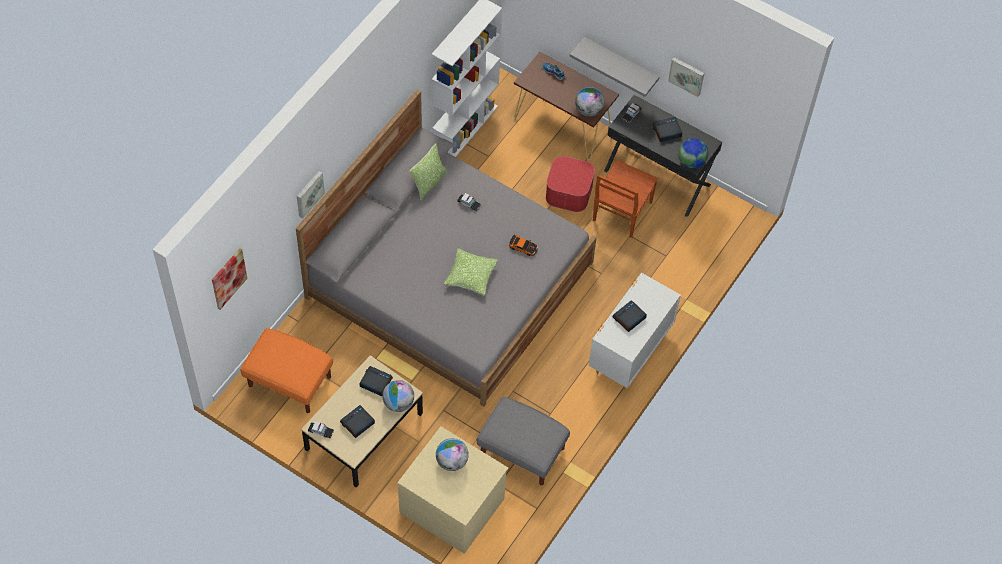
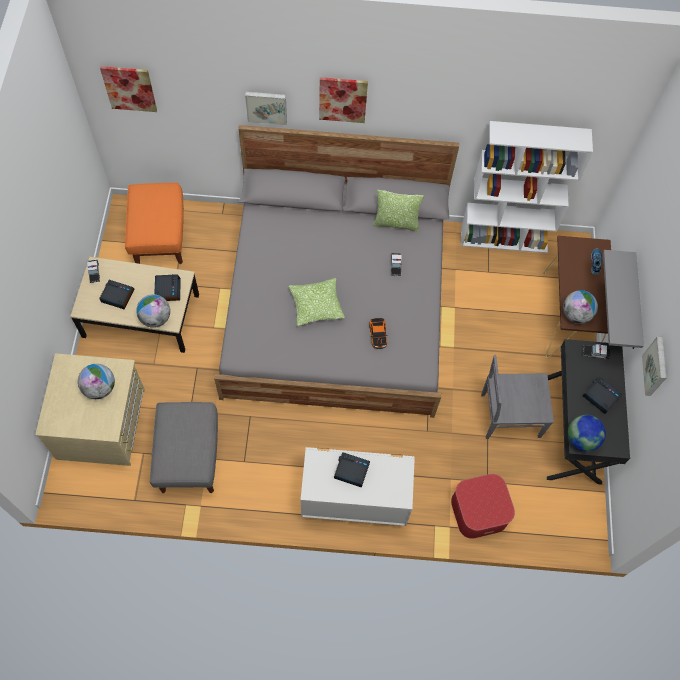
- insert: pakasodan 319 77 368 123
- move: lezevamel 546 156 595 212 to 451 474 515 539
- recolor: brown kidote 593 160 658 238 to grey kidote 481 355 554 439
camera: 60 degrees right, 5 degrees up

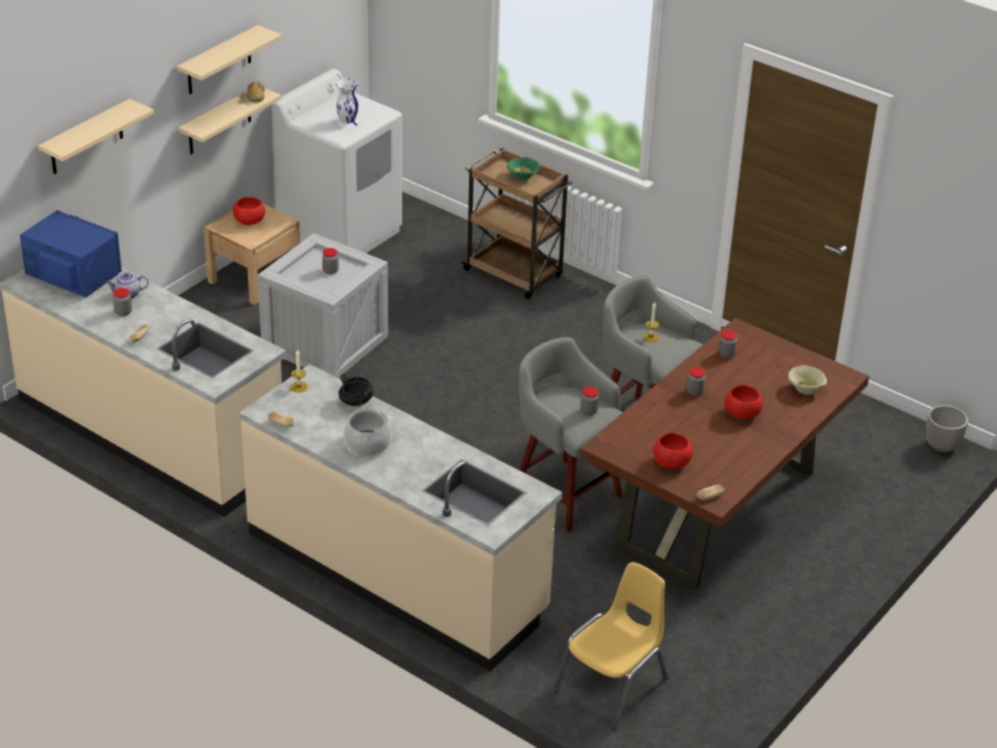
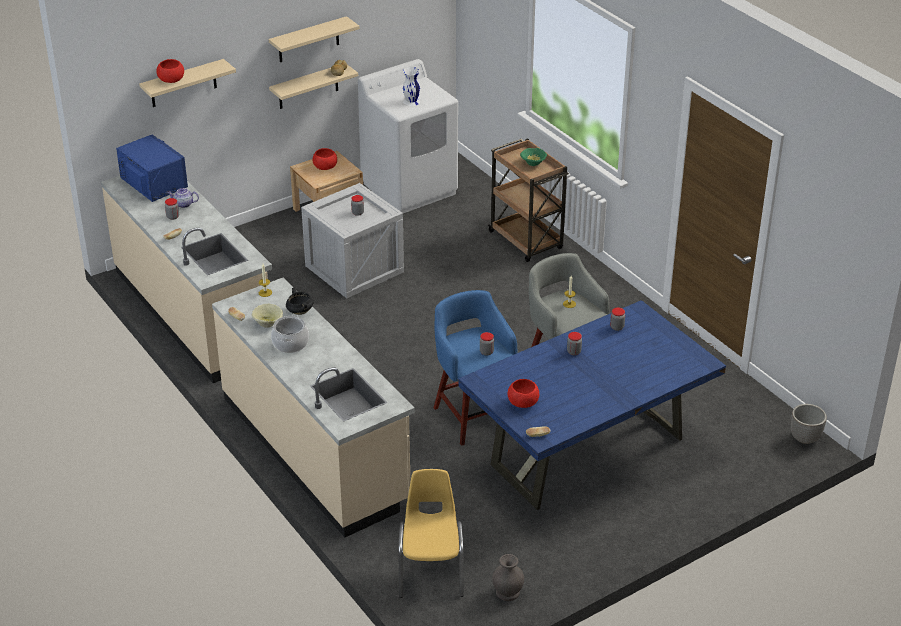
- move: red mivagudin 725 385 763 419 to 156 59 184 83
- move: beige mivagudin 788 366 827 395 to 252 304 283 328
- rotate: yellow kidote 553 562 669 730 = 398 469 464 598 60 degrees counterclockwise
- recolor: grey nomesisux 519 337 623 532 to blue nomesisux 433 290 517 446
- recolor: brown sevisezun 580 318 869 589 to blue sevisezun 458 300 726 510
- insert: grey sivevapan 492 554 524 601
camera: 20 degrees right, 0 degrees up

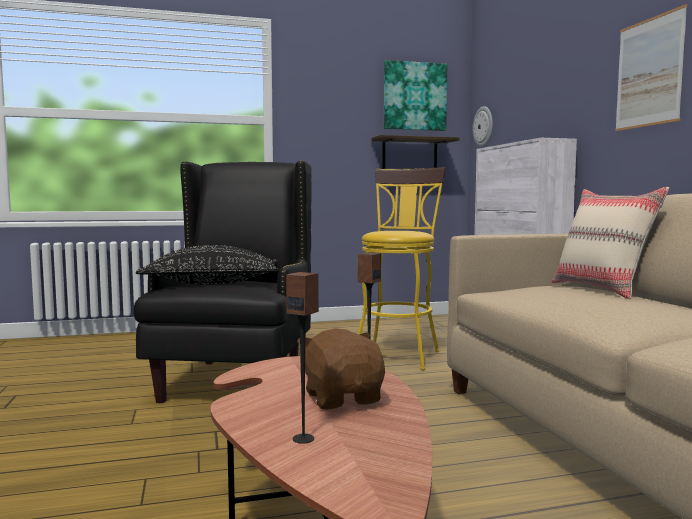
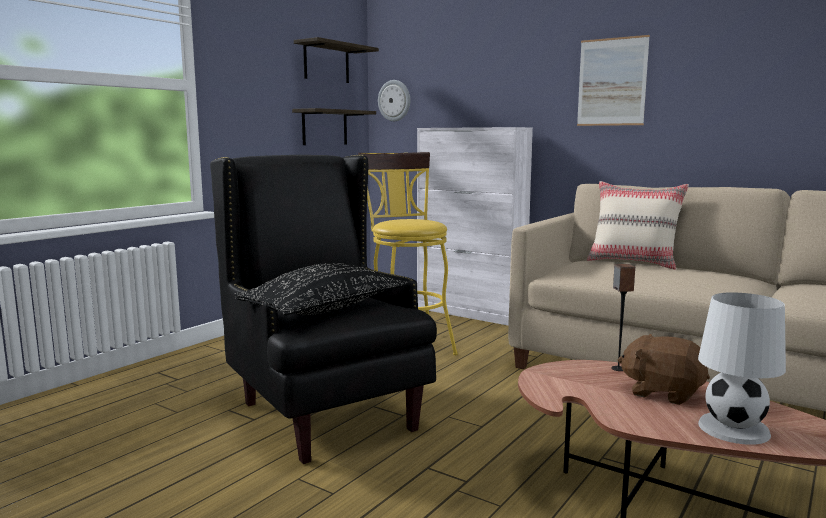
- replace: pakasodan 384 60 447 131 to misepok 294 37 379 83
- replace: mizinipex 286 272 319 444 to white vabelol 698 292 786 445
camera: 40 degrees left, 5 degrees up

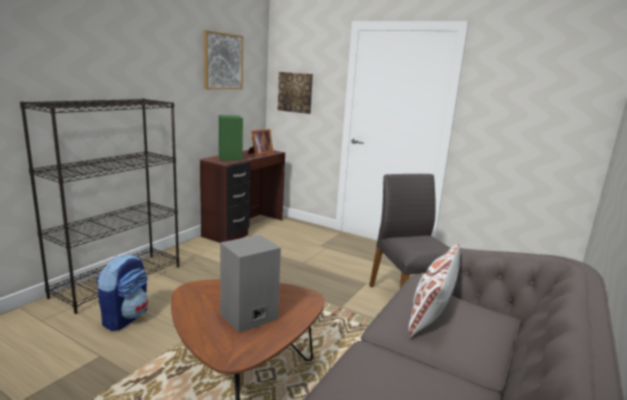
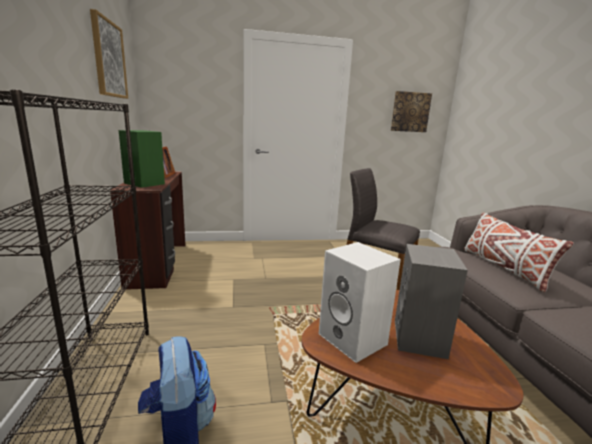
- insert: white mizinipex 319 242 401 363
- move: pakasodan 278 72 313 114 to 391 91 432 132
camera: 40 degrees left, 0 degrees up

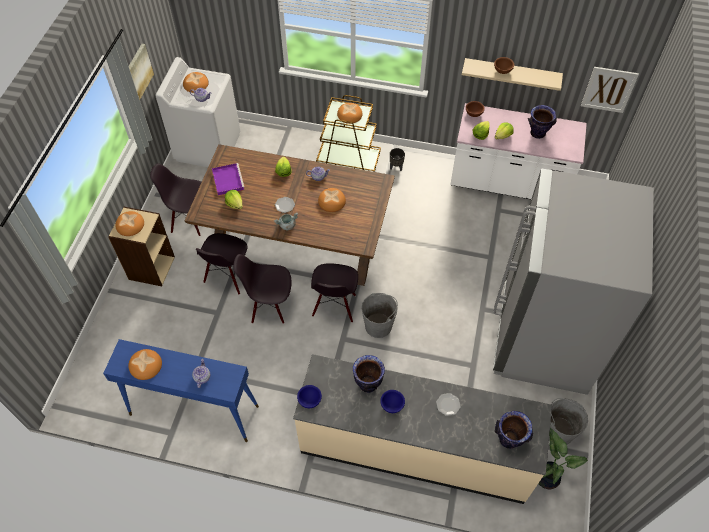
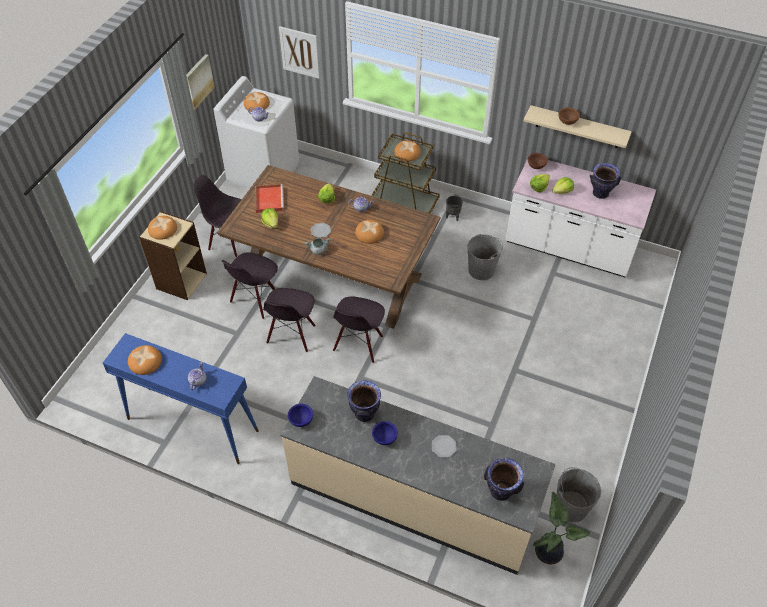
- recolor: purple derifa 212 163 245 196 to red derifa 255 184 284 213
- rotate: black kidote 234 254 291 324 = 263 288 316 352 90 degrees counterclockwise
- move: pakasodan 581 67 639 113 to 279 26 320 79
- move: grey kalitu 361 293 398 338 to 467 234 503 280
- delete: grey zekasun 493 168 654 395
camera: 10 degrees right, 5 degrees down

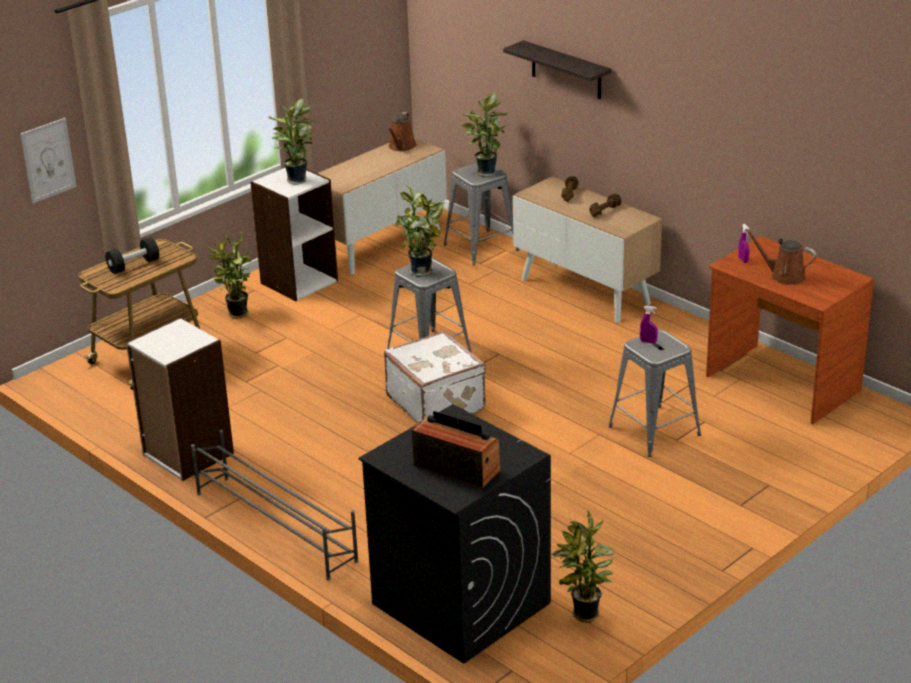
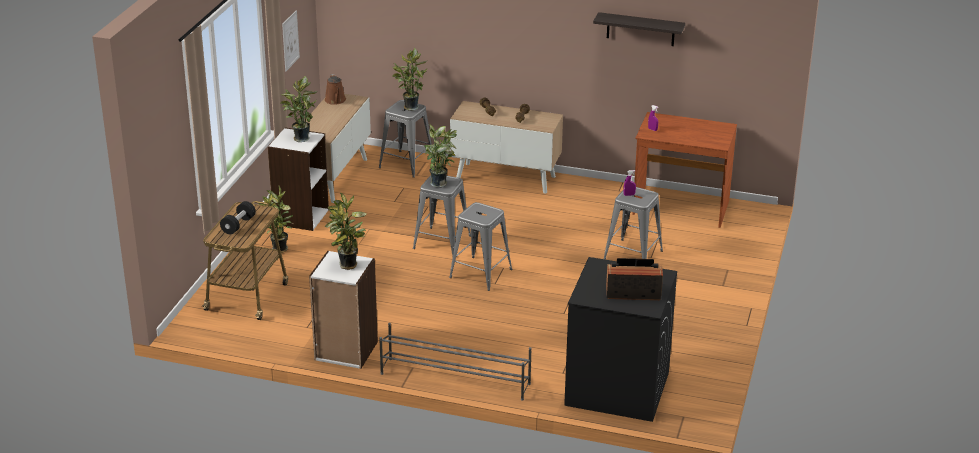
- move: pakasodan 20 118 77 203 to 282 11 300 71
- move: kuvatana 551 510 614 622 to 324 192 367 270
- replace: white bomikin 384 331 486 424 to grey nomesisux 449 202 512 291
- move: misepok 503 40 612 99 to 593 12 685 46
- delete: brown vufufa 745 229 817 285
camera: 30 degrees left, 0 degrees up

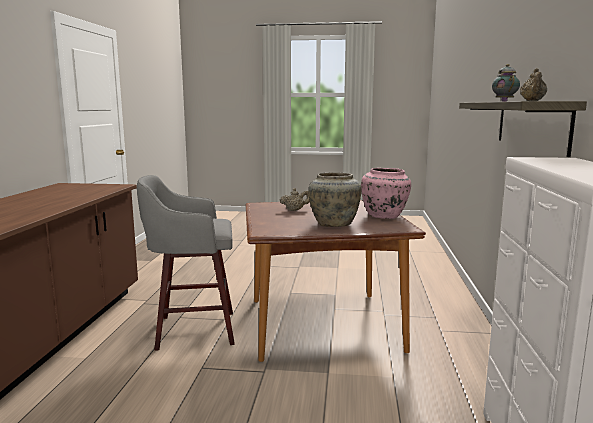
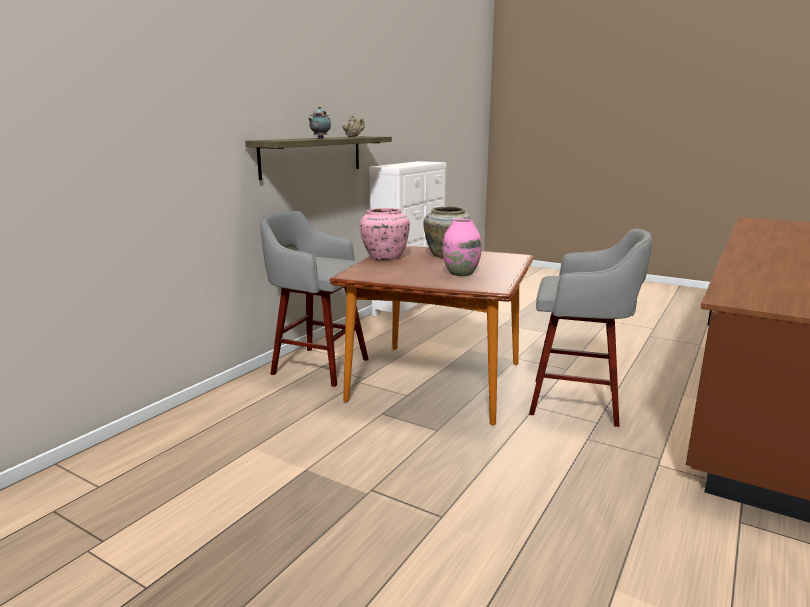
- insert: grey nomesisux 260 211 368 387
- replace: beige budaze 280 188 310 211 to pink sivevapan 443 219 481 276
camera: 155 degrees left, 5 degrees up

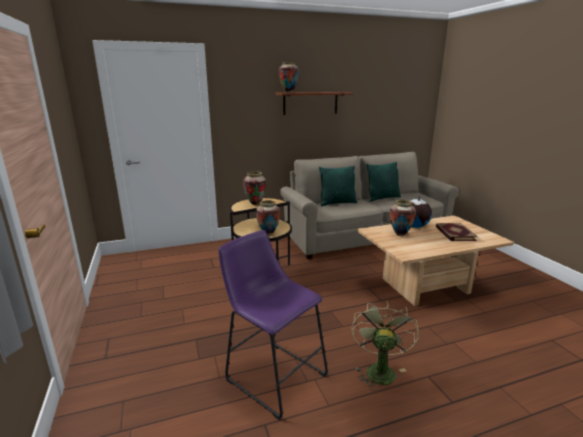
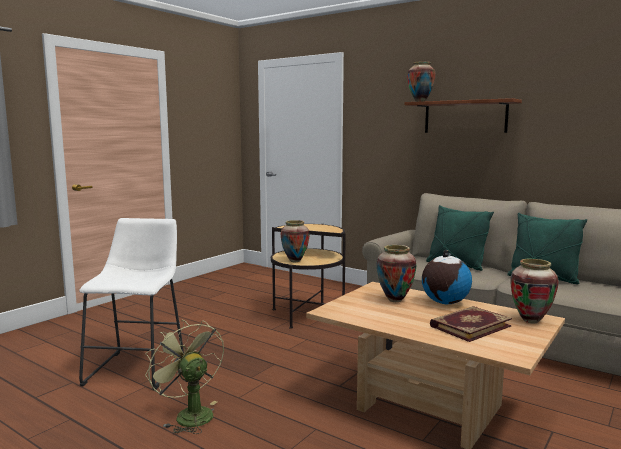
- recolor: purple nomesisux 218 230 328 421 to white nomesisux 79 218 184 390
- rotate: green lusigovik 352 300 419 391 = 145 320 224 434 105 degrees counterclockwise
- move: sivevapan 243 171 266 205 to 510 259 559 323
camera: 55 degrees right, 10 degrees down

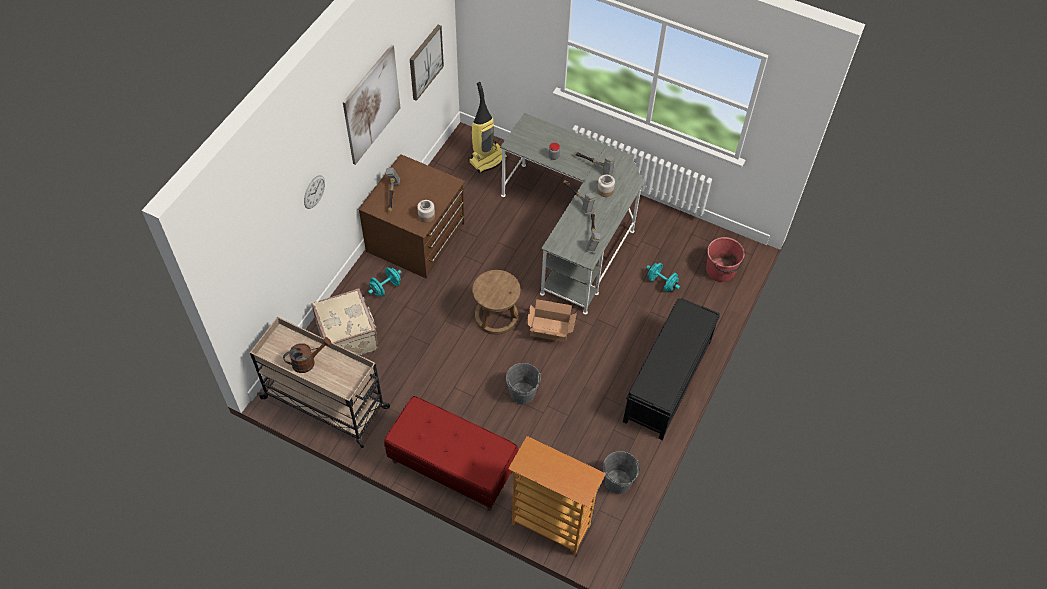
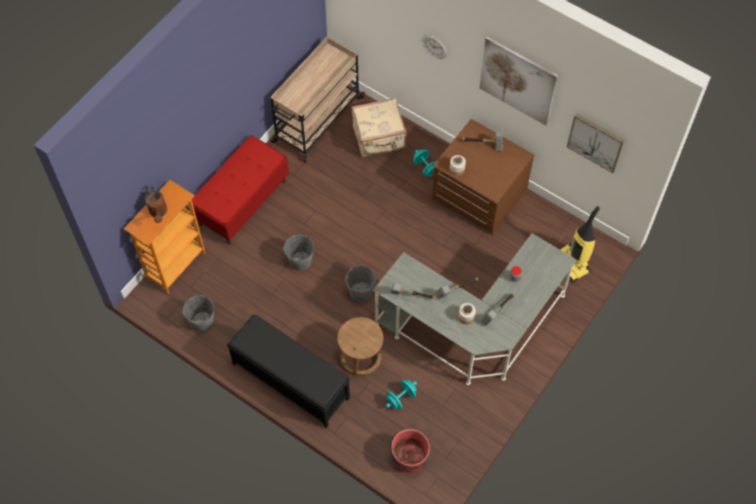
- move: brown vufufa 283 337 331 373 to 145 186 167 223
- move: brown nomesisux 472 270 521 335 to 337 317 383 376
- replace: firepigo 526 299 577 342 to grey kalitu 345 266 376 302
camera: 100 degrees right, 5 degrees up

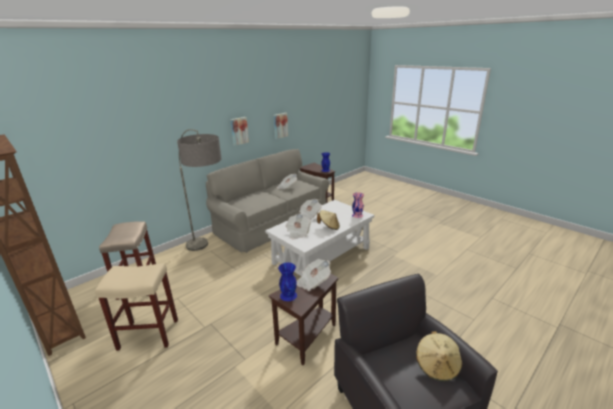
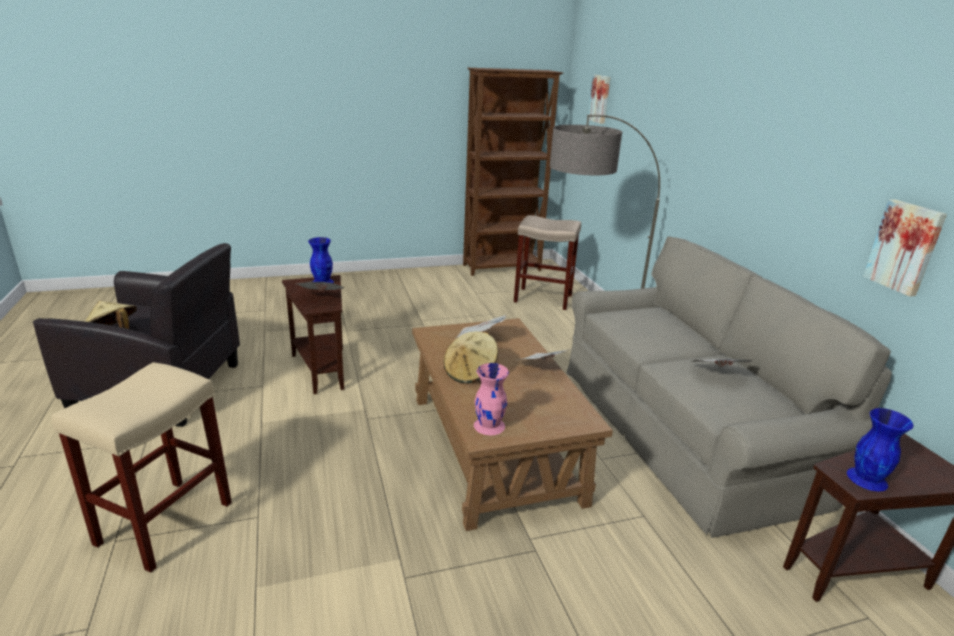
- move: beige nomesisux 95 263 178 351 to 52 362 232 573
- recolor: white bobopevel 265 200 374 276 to brown bobopevel 412 318 613 531
- move: pakasodan 230 117 249 146 to 588 75 610 124
camera: 115 degrees right, 0 degrees up

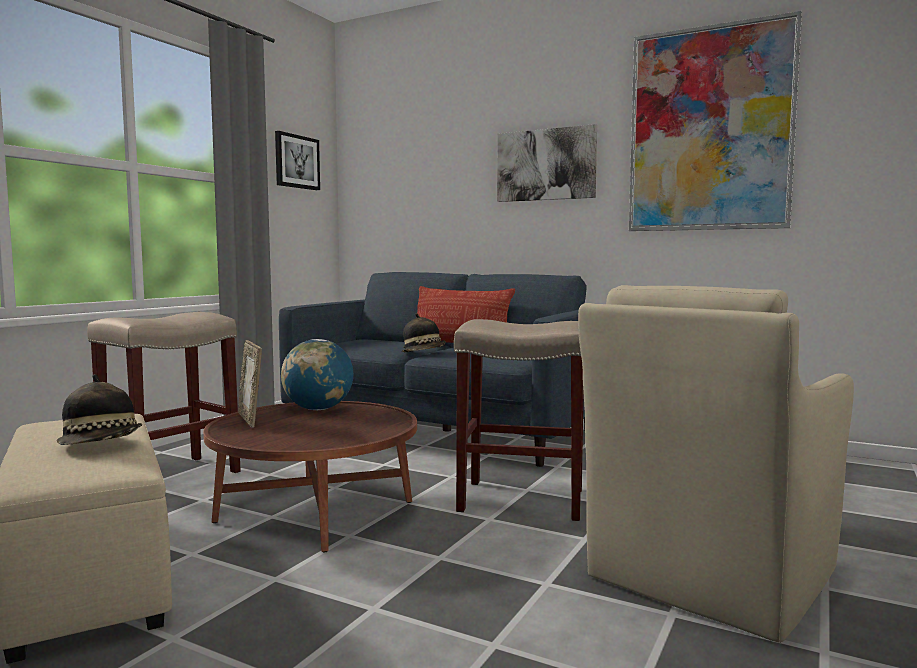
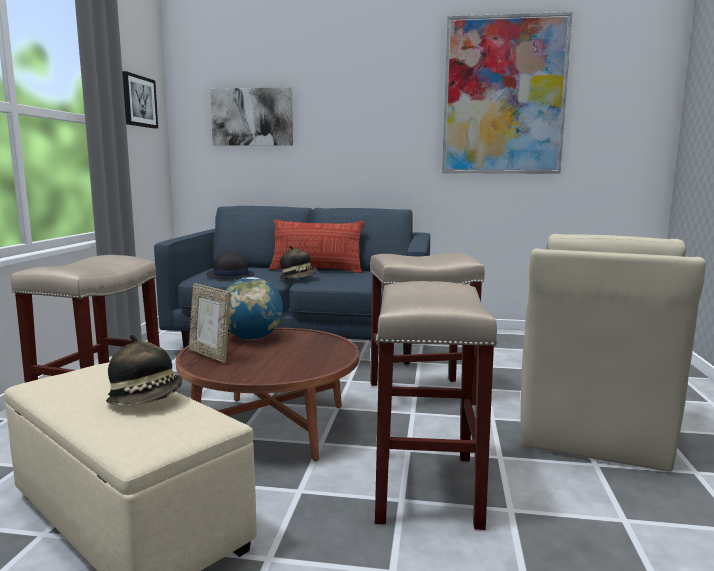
- insert: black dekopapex 207 252 255 278
- move: pakasodan 497 124 597 202 to 210 87 293 146
- insert: beige nomesisux 375 281 498 530
camera: 20 degrees left, 5 degrees up

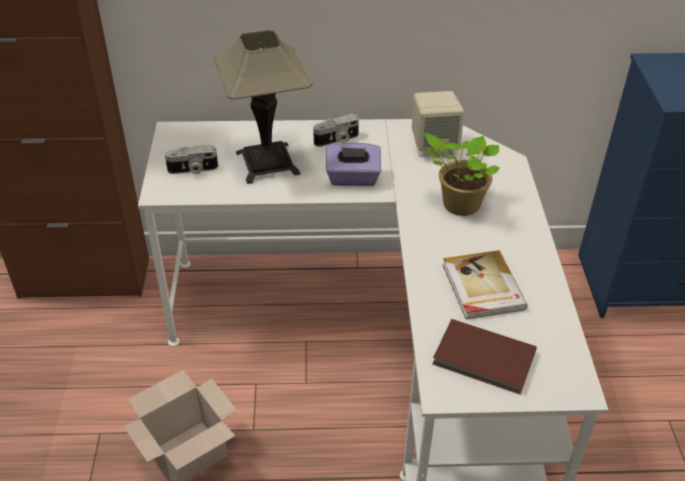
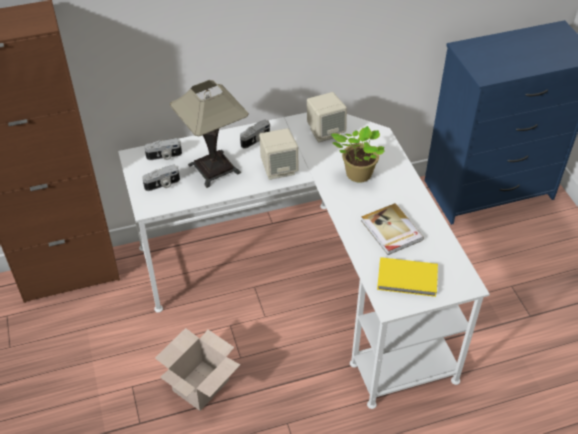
- insert: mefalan 144 138 182 160
- replace: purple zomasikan 326 142 381 186 to beige mizinipex 259 128 299 180
- recolor: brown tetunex 433 319 537 394 to yellow tetunex 377 257 438 297
camera: 15 degrees left, 5 degrees up

